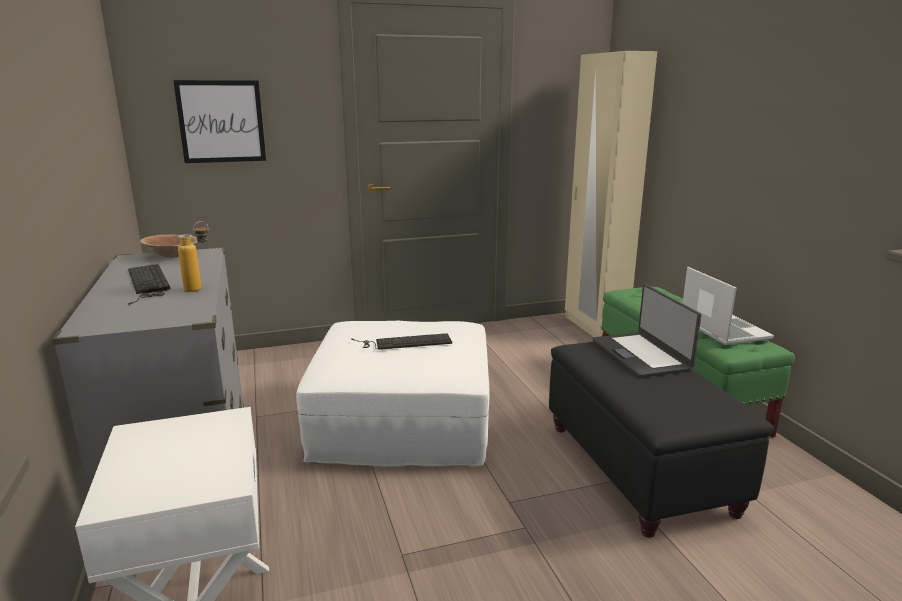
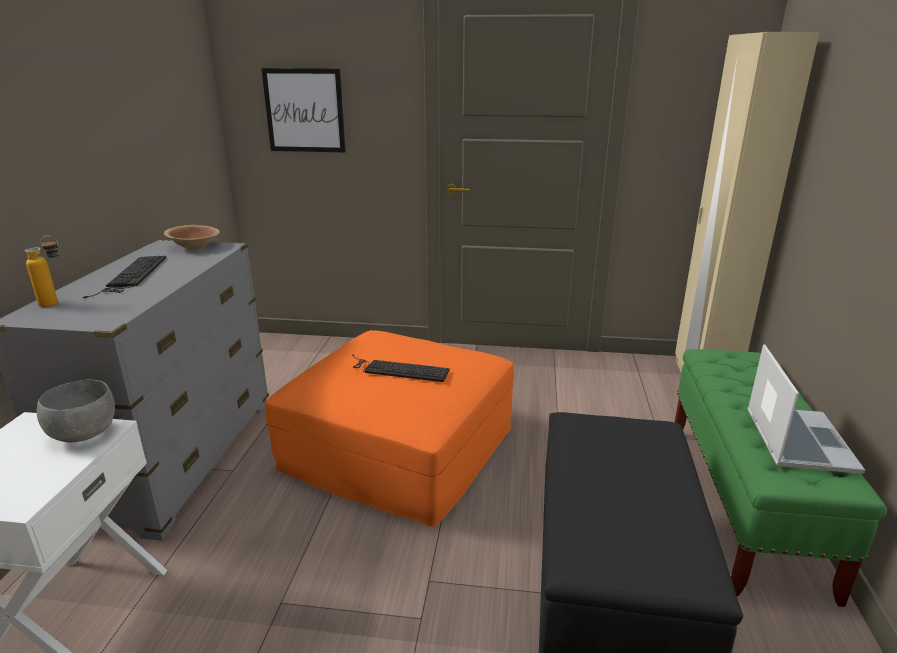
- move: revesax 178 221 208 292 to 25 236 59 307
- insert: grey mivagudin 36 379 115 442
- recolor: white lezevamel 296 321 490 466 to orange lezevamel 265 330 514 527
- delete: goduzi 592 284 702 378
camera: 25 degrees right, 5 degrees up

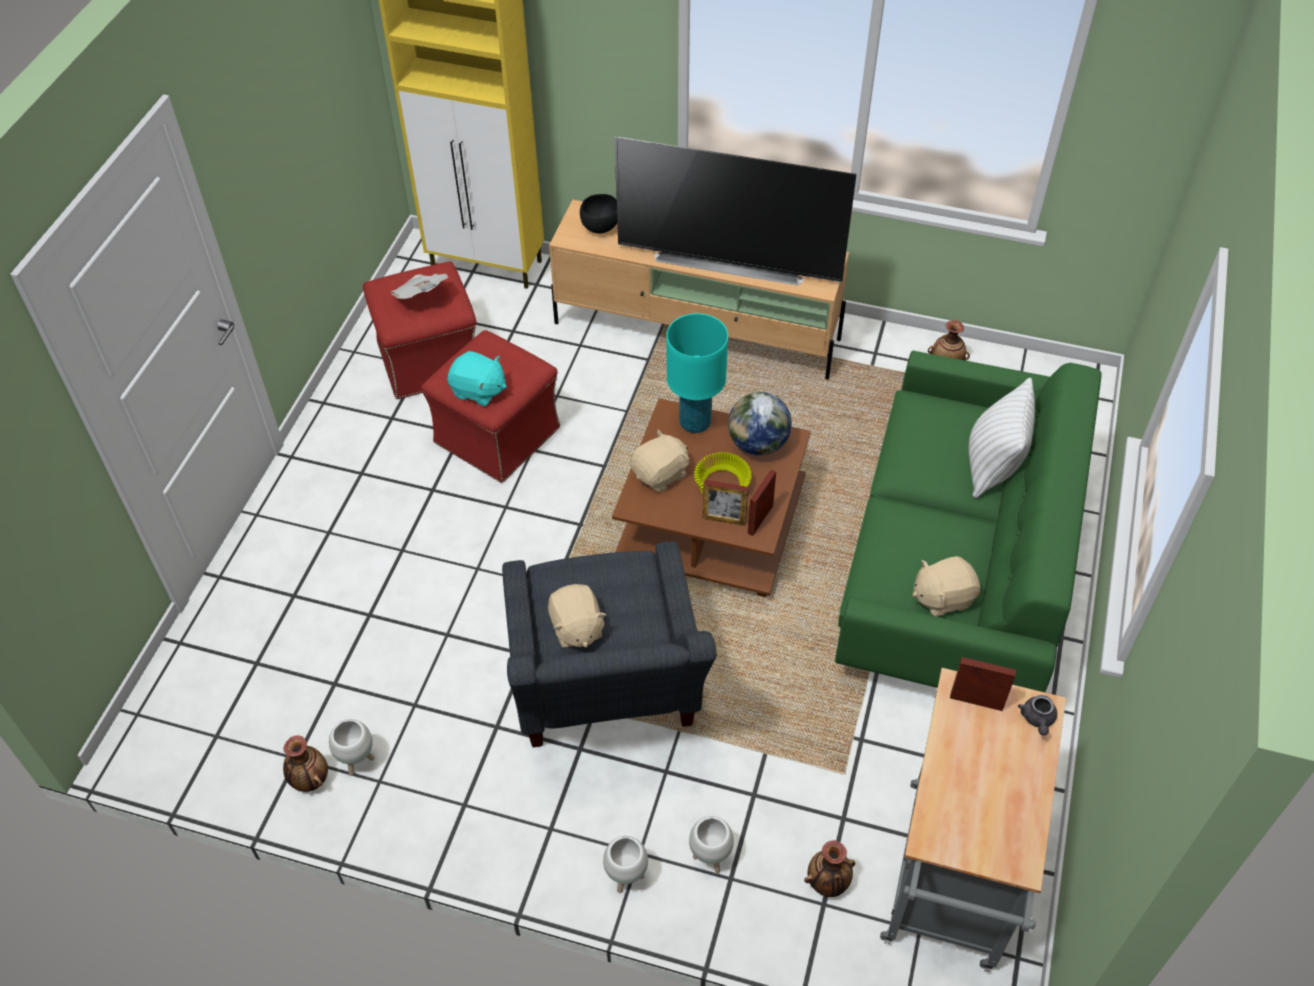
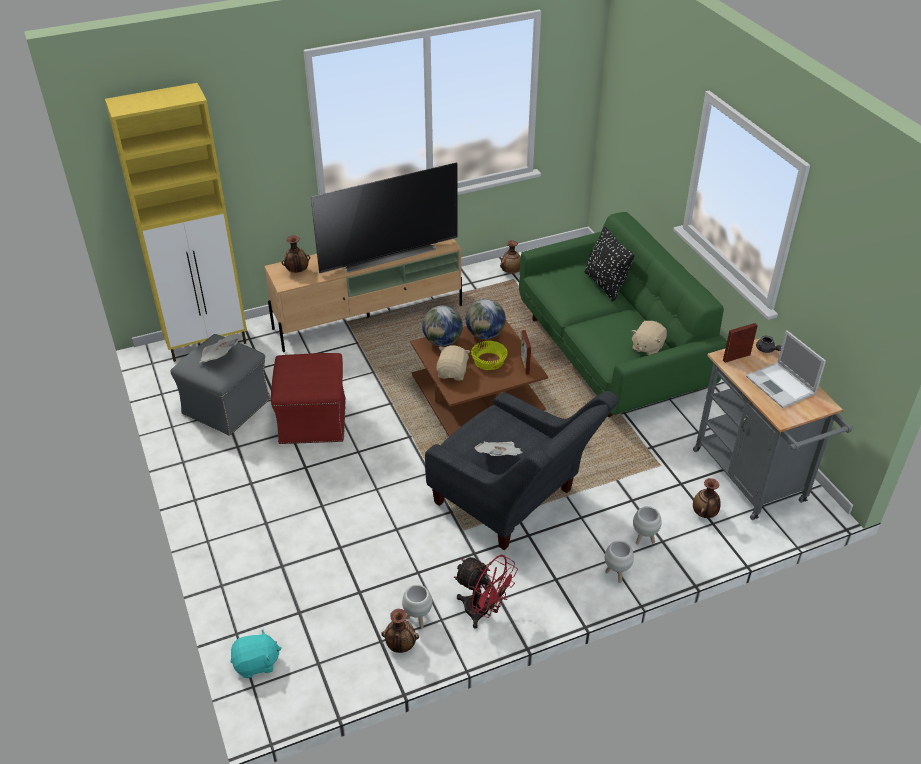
- recolor: red lezevamel 363 262 476 399 to grey lezevamel 170 334 271 436
- move: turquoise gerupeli 448 351 507 406 to 230 629 282 678
- replace: black mivagudin 580 194 617 234 to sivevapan 282 235 310 273
- replace: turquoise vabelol 666 313 728 433 to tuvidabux 422 305 463 346
- insert: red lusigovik 454 555 518 629
- replace: beige gerupeli 548 584 607 648 to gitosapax 475 441 523 456
- recolor: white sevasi 969 378 1035 498 to black sevasi 585 227 635 302
- insert: goduzi 746 330 826 408
- delete: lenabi 703 480 748 526
camera: 40 degrees left, 10 degrees down

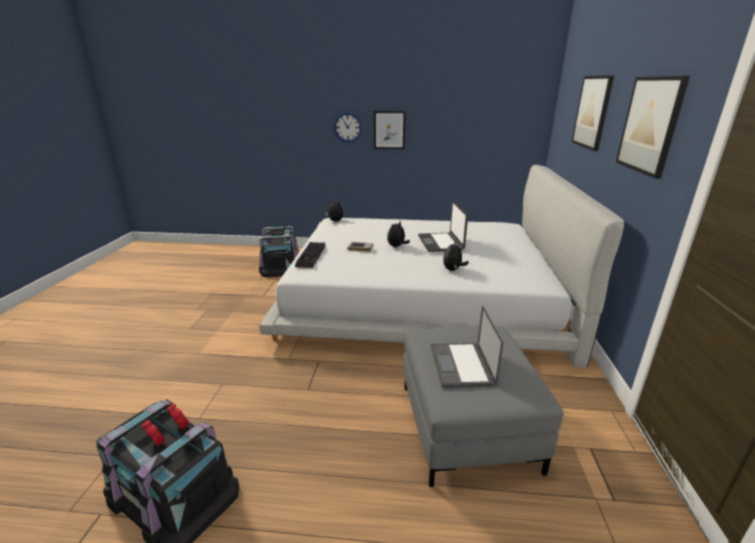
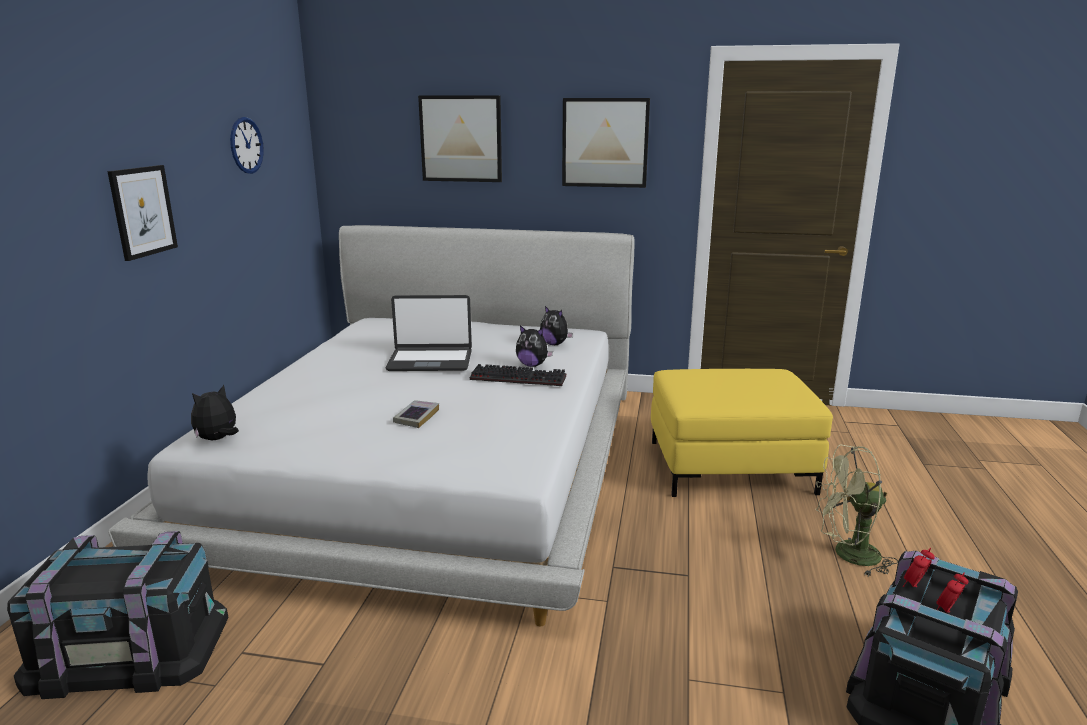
- move: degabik 334 112 362 142 to 230 117 264 174
- move: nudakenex 295 242 326 268 to 470 364 566 386
- move: gerupeli 387 221 410 247 to 540 306 573 345
- recolor: grey lezevamel 403 325 564 487 to yellow lezevamel 651 369 833 497
- insert: green lusigovik 815 445 898 576
- delete: goduzi 431 305 504 388
camera: 85 degrees left, 5 degrees down

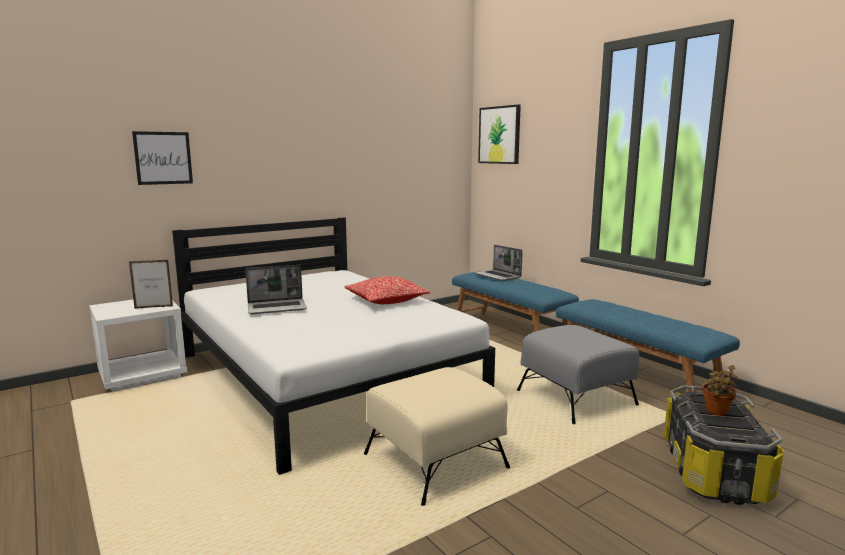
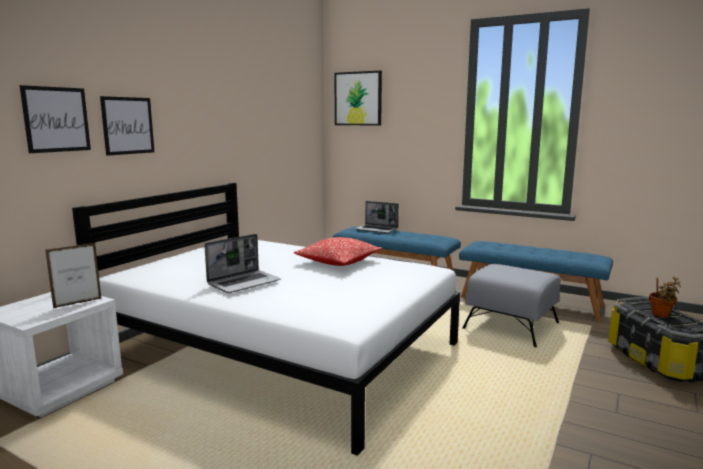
- insert: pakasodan 100 96 154 156
- delete: beige lezevamel 364 367 510 506
camera: 25 degrees left, 0 degrees up

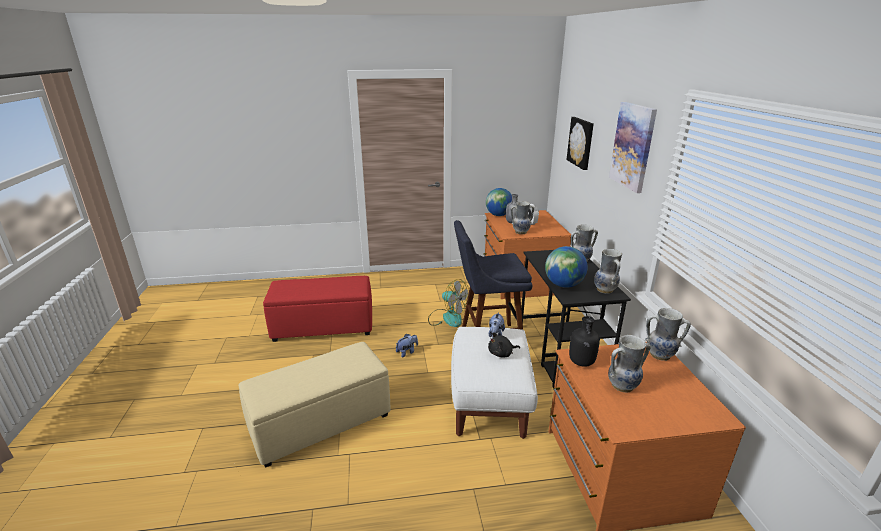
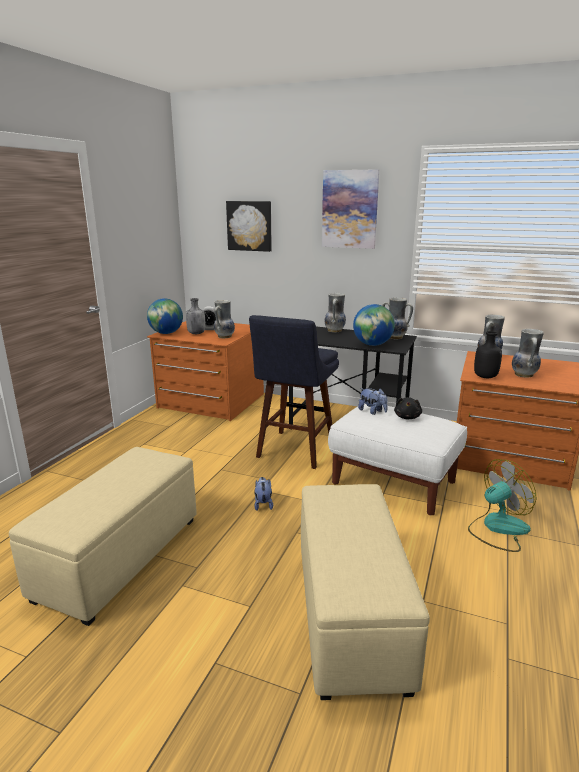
- recolor: red lezevamel 263 276 372 342 to beige lezevamel 9 447 197 626
- move: lusigovik 428 279 469 327 to 468 459 536 552
camera: 60 degrees left, 5 degrees down

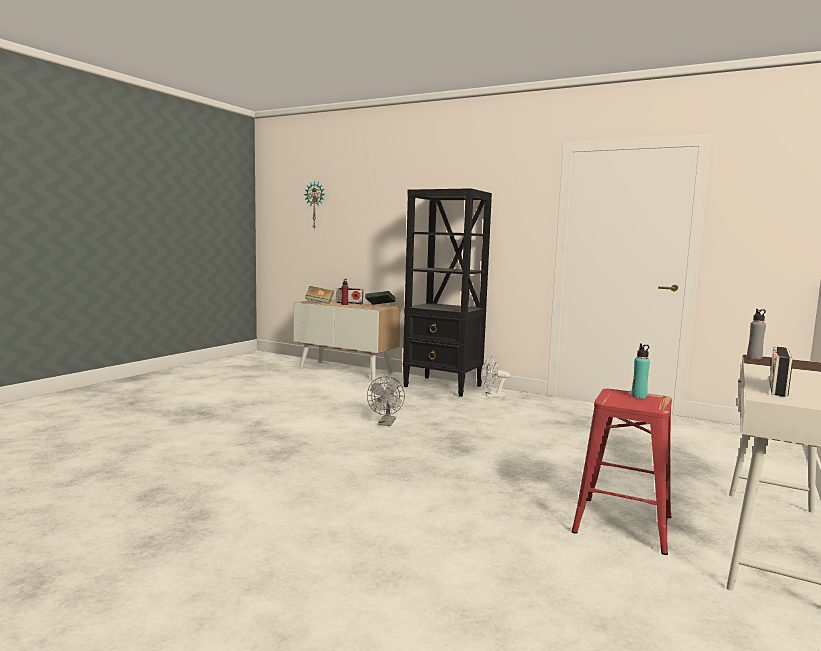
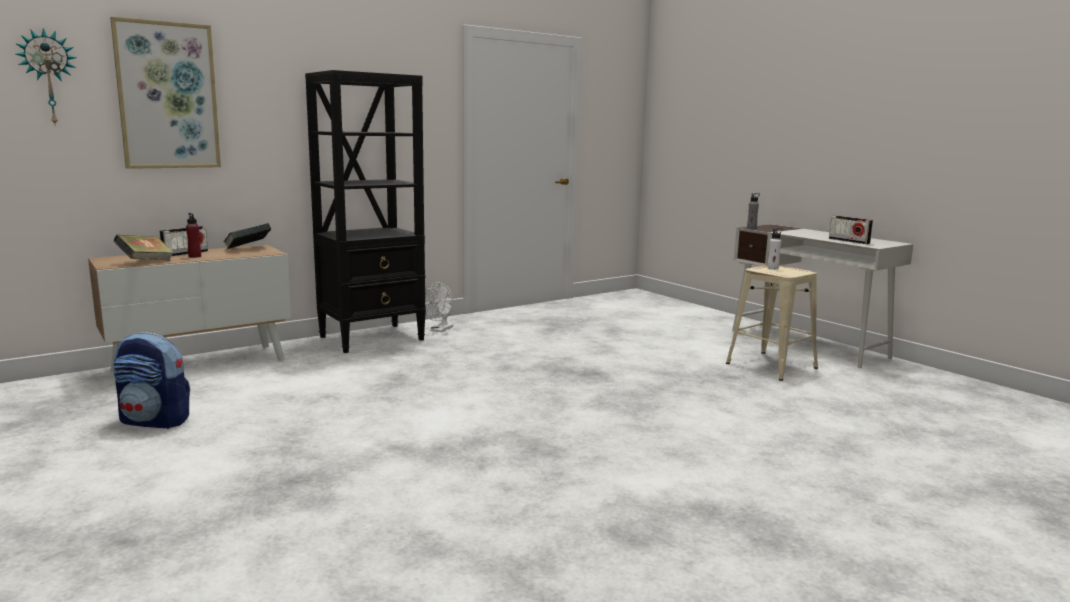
- insert: pakasodan 110 17 221 169
- insert: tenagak 113 332 190 429
- recolor: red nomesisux 571 389 672 555 to beige nomesisux 726 265 818 381
- recolor: turquoise revesax 631 344 650 399 to white revesax 767 228 783 270
- delete: grey lusigovik 367 376 405 426
camera: 65 degrees left, 5 degrees up

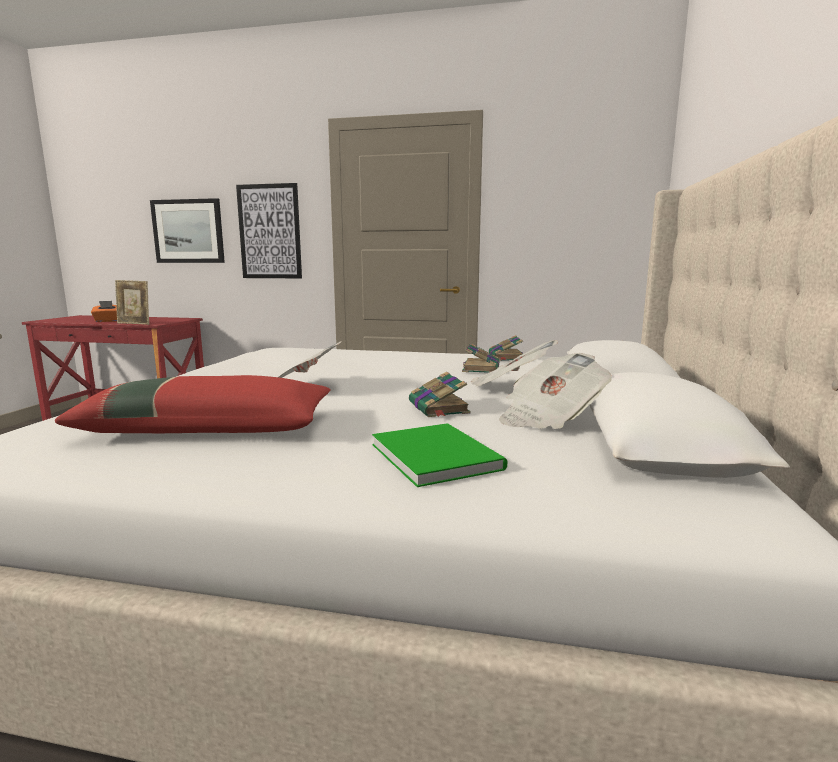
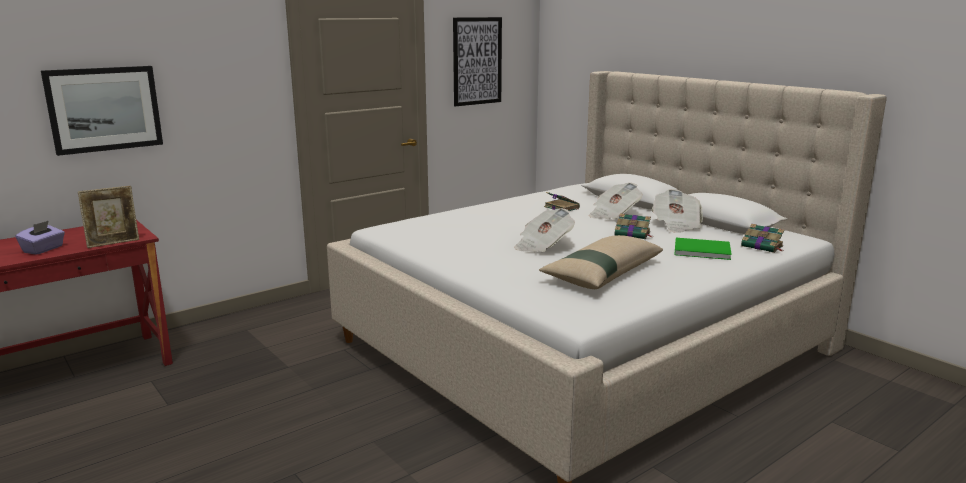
- recolor: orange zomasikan 91 301 117 322 to purple zomasikan 15 220 65 255
- move: pakasodan 236 183 302 278 to 453 17 502 106
- recolor: red sevasi 55 375 331 433 to beige sevasi 539 235 663 289
- move: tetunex 489 335 523 361 to 741 224 785 253
camera: 50 degrees left, 5 degrees up

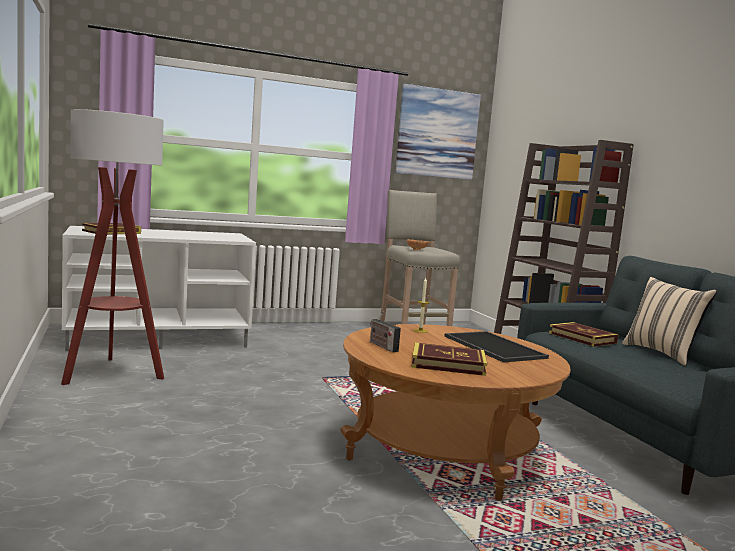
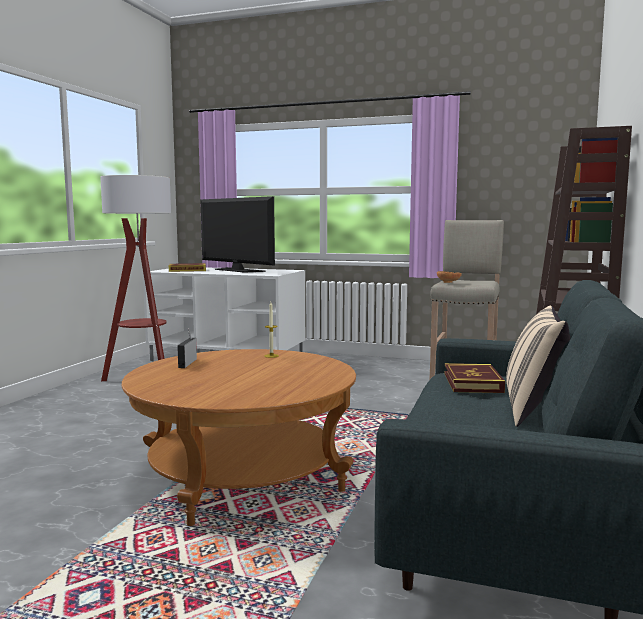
- insert: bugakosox 201 196 275 273
- delete: pakasodan 395 84 481 180
- delete: tetunex 411 343 487 376
- delete: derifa 444 331 549 363
camera: 40 degrees right, 0 degrees up

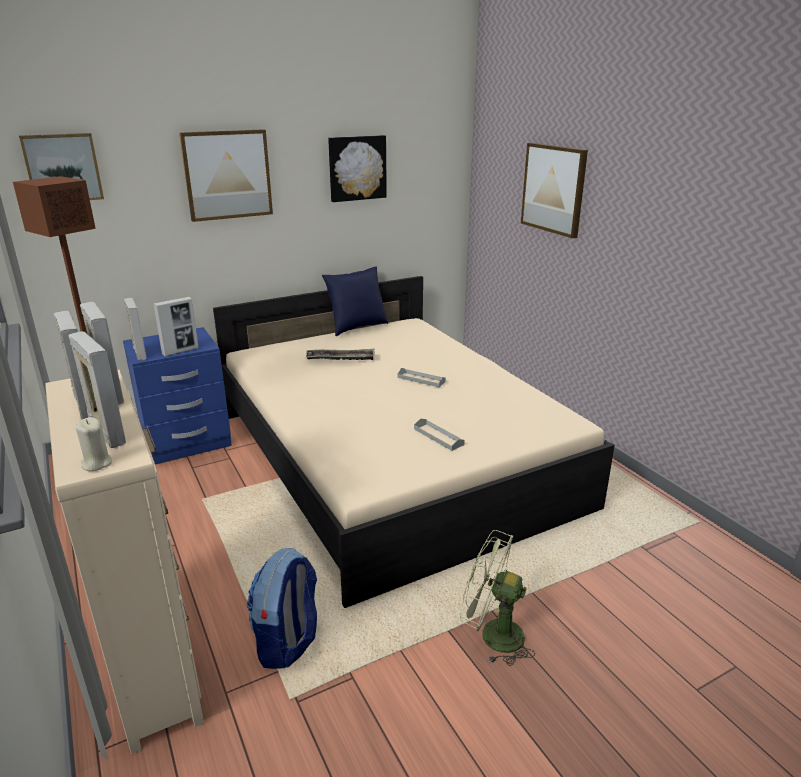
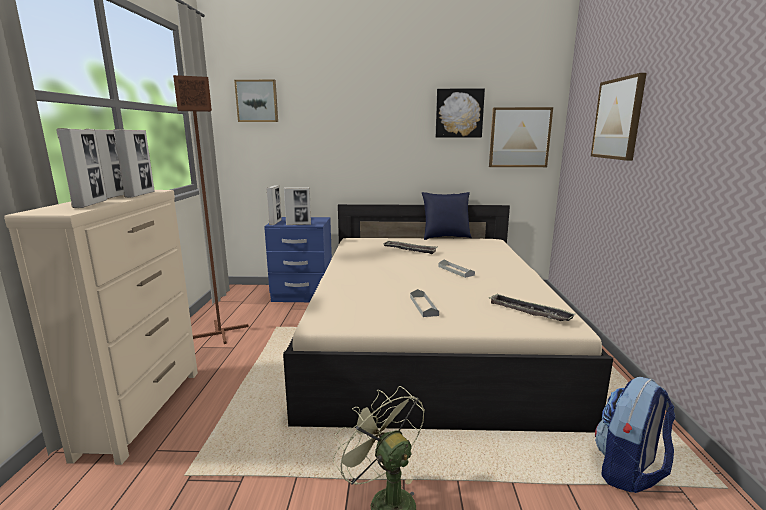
- insert: derifa 488 293 576 321
- move: pakasodan 179 129 273 222 to 489 107 553 167
- move: tenagak 246 548 317 669 to 595 377 676 493
- delete: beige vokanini 76 417 112 471
camera: 30 degrees right, 10 degrees down

